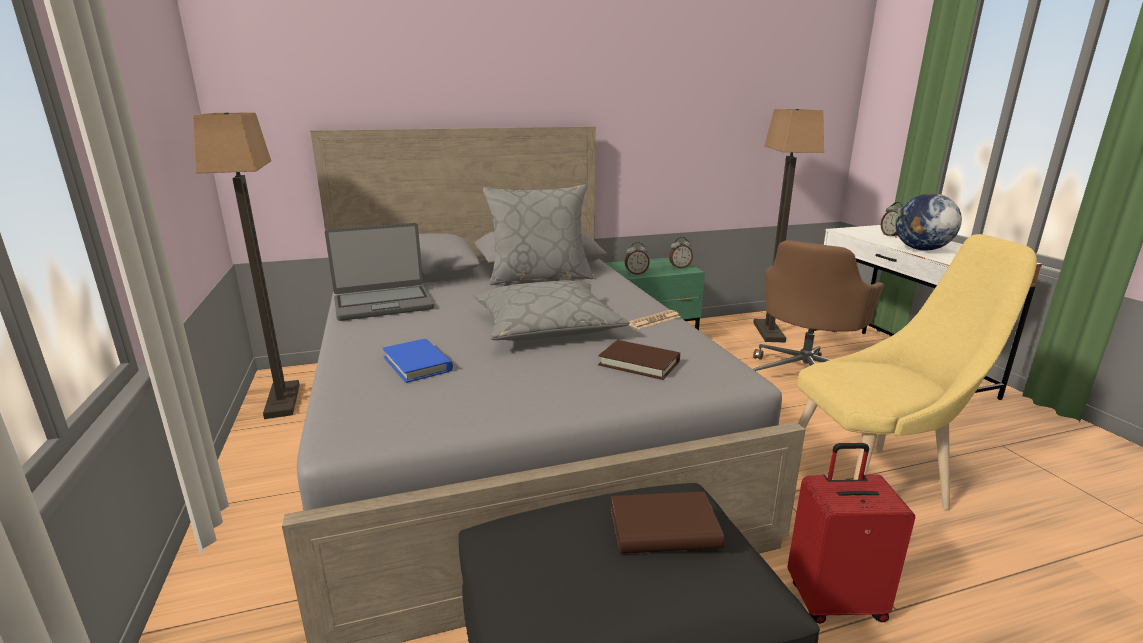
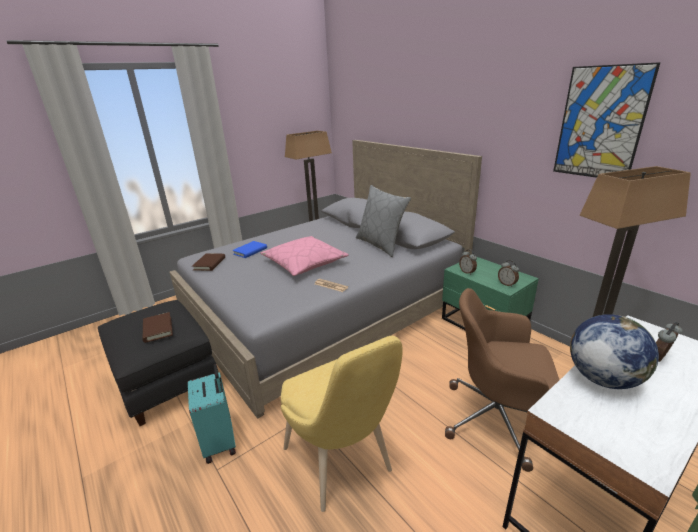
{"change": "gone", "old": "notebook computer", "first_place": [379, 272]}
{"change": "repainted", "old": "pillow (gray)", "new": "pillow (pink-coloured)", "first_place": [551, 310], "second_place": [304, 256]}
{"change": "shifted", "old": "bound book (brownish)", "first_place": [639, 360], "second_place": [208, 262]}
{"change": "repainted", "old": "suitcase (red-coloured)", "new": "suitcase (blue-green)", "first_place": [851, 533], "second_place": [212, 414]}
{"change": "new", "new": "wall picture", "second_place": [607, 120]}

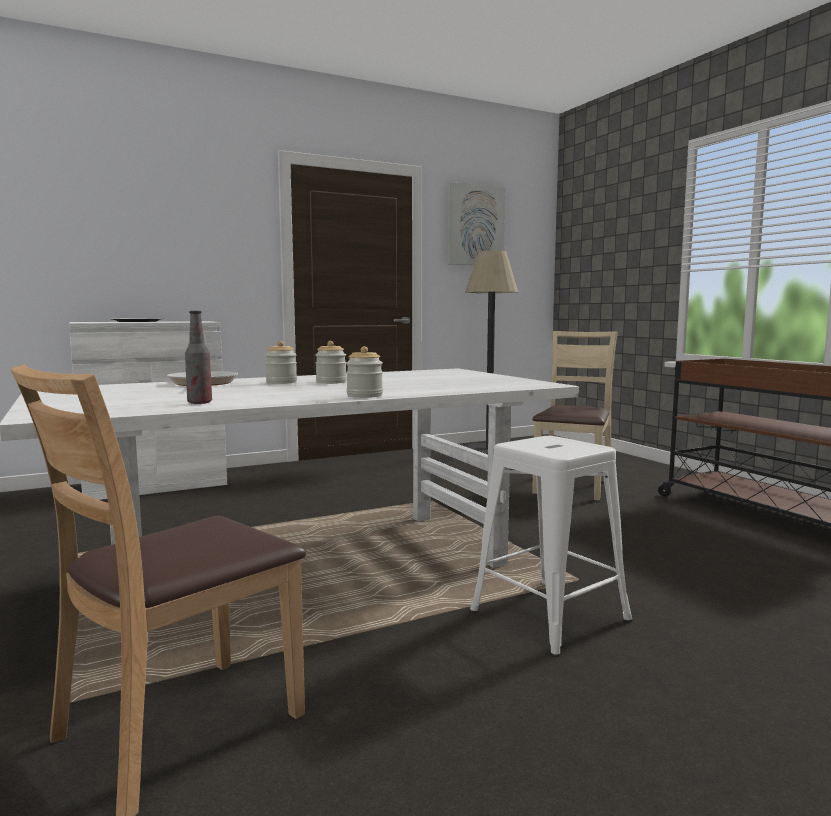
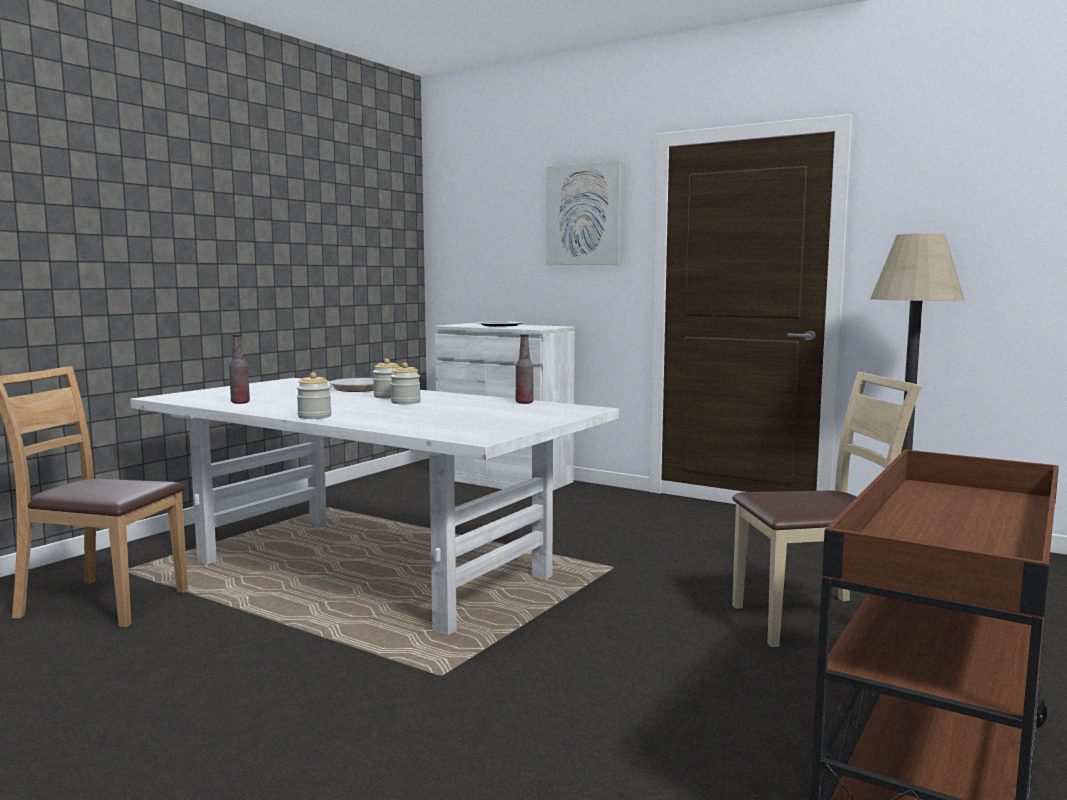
{"change": "shifted", "old": "wall picture", "first_place": [476, 223], "second_place": [584, 213]}
{"change": "gone", "old": "sitting stool (white-coloured)", "first_place": [551, 546]}
{"change": "new", "new": "bottle", "second_place": [524, 369]}

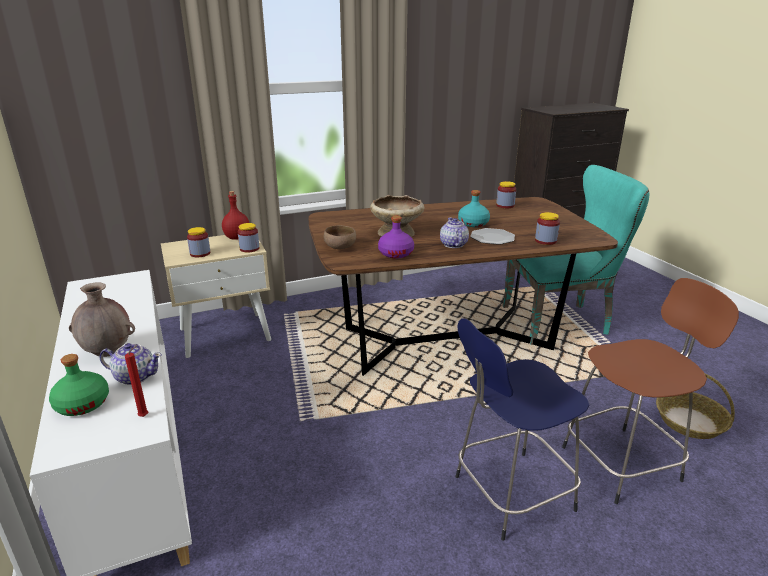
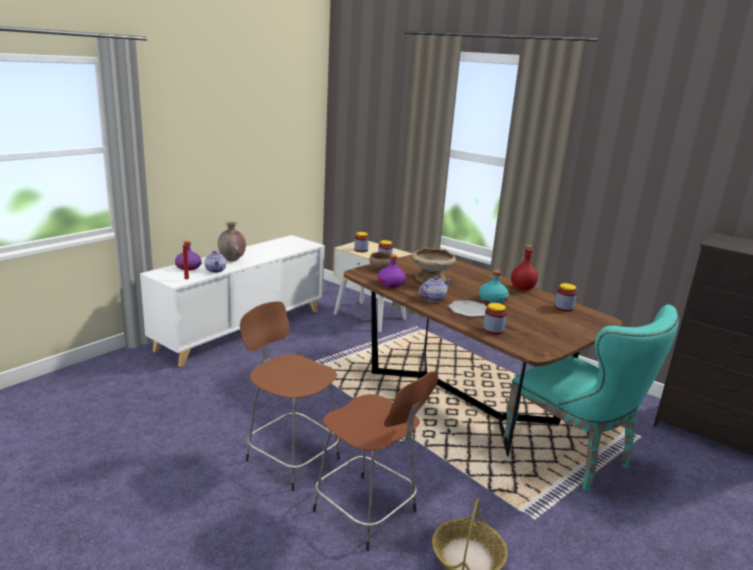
{"change": "shifted", "old": "bottle (red-coloured)", "first_place": [235, 215], "second_place": [524, 268]}
{"change": "repainted", "old": "sitting stool (blue)", "new": "sitting stool (brownish)", "first_place": [522, 429], "second_place": [290, 396]}
{"change": "repainted", "old": "bottle (green)", "new": "bottle (purplish)", "first_place": [79, 385], "second_place": [188, 256]}

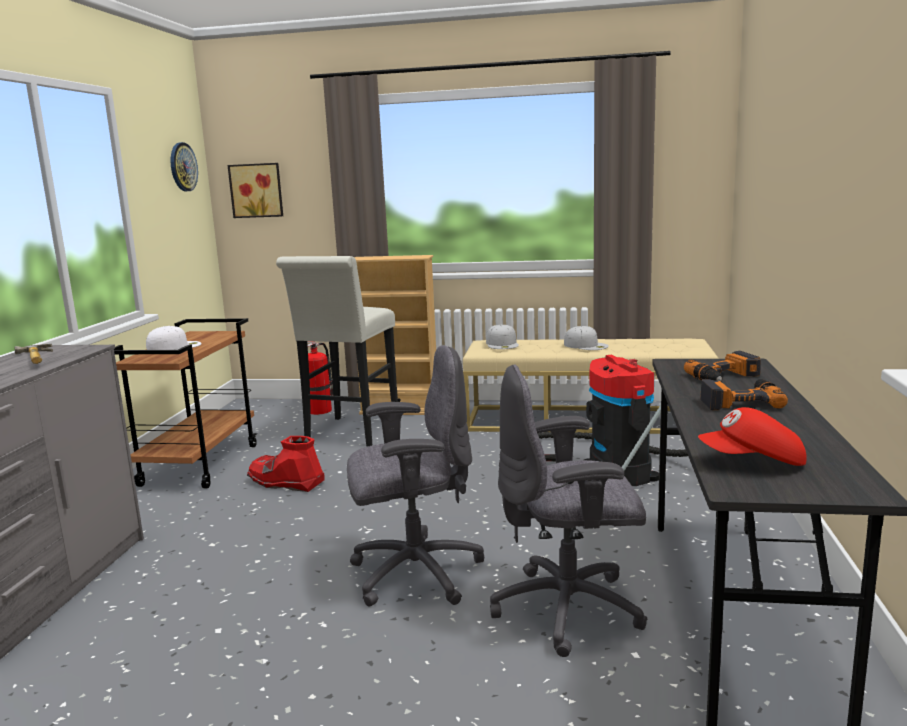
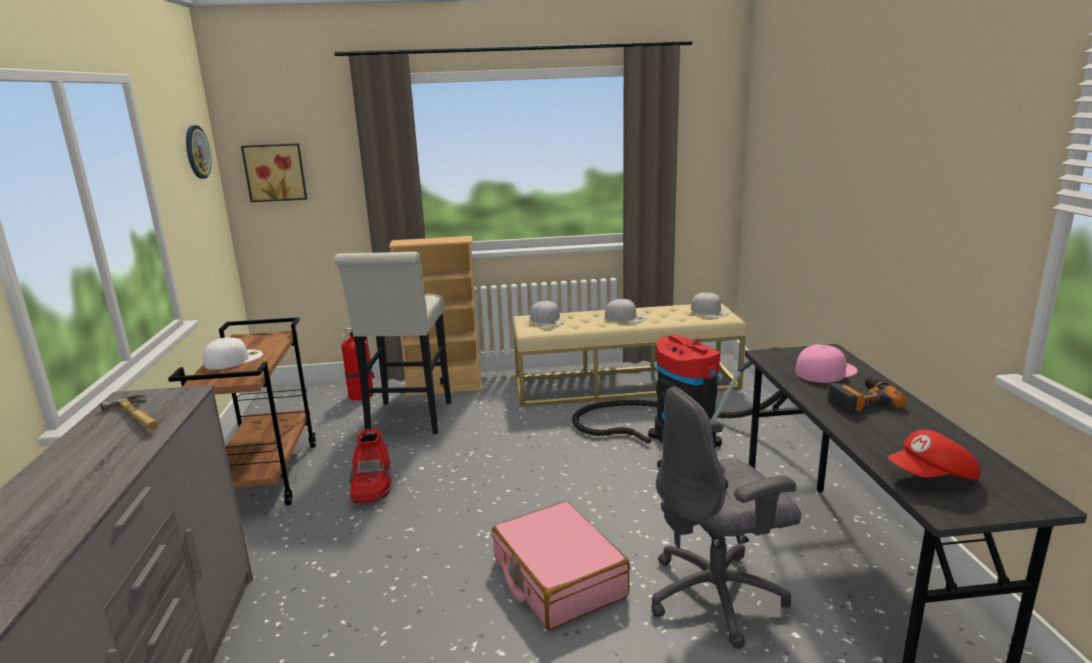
{"change": "swapped", "old": "office chair (gray)", "new": "suitcase (pink-coloured)", "first_place": [415, 476], "second_place": [561, 565]}
{"change": "swapped", "old": "electric drill", "new": "baseball cap (pink-coloured)", "first_place": [722, 366], "second_place": [826, 363]}
{"change": "rotated", "old": "high-top boot (red-coloured)", "first_place": [286, 464], "second_place": [370, 465], "degrees": -105}
{"change": "new", "new": "baseball cap (white-coloured)", "second_place": [710, 305]}

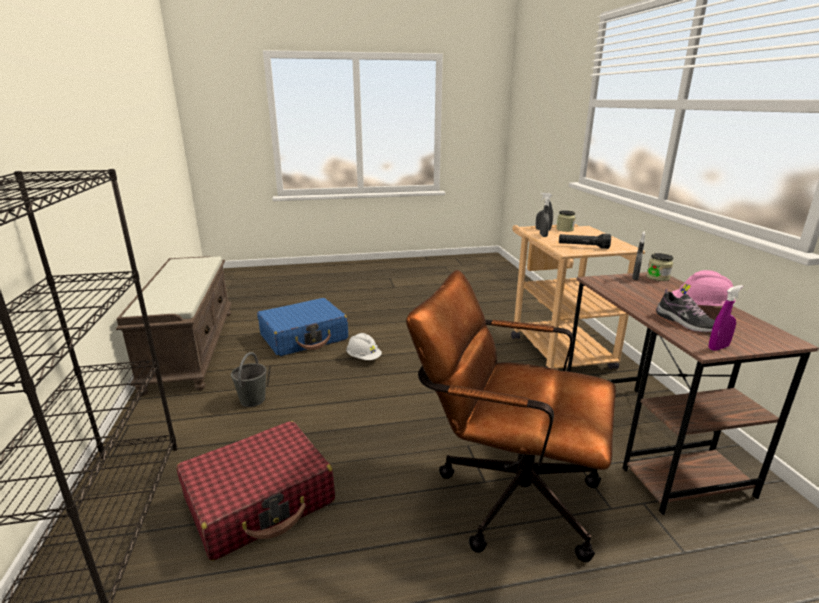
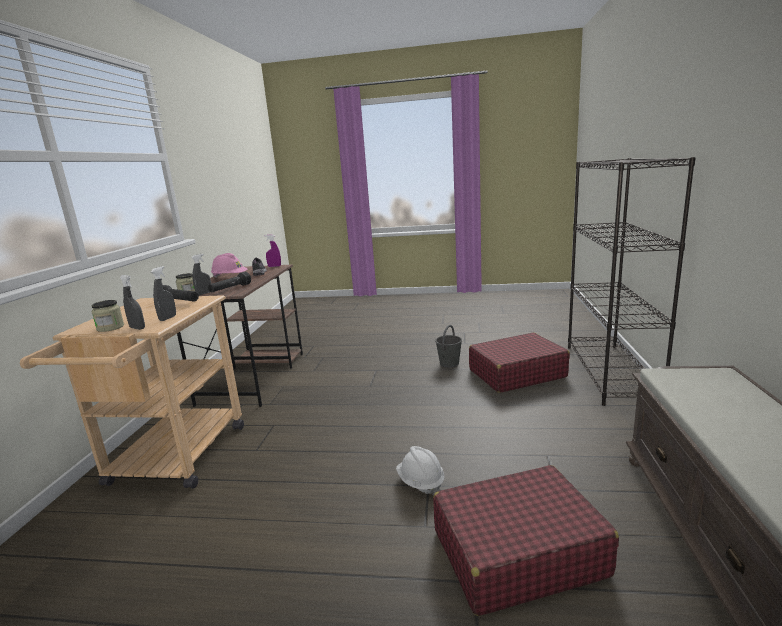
{"change": "gone", "old": "office chair (brownish)", "first_place": [511, 416]}
{"change": "repainted", "old": "suitcase (blue)", "new": "suitcase (red-coloured)", "first_place": [302, 327], "second_place": [526, 540]}
{"change": "shifted", "old": "water bucket (gray)", "first_place": [249, 379], "second_place": [448, 346]}
{"change": "new", "new": "hand torch (black)", "second_place": [229, 282]}

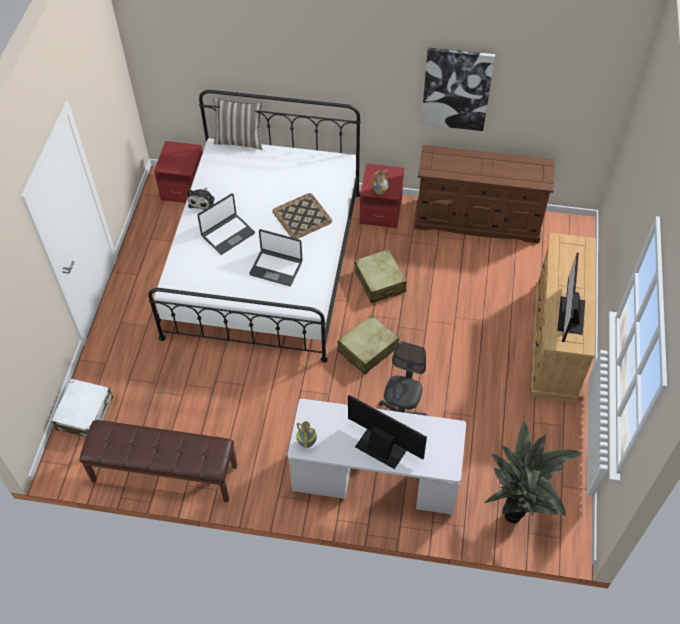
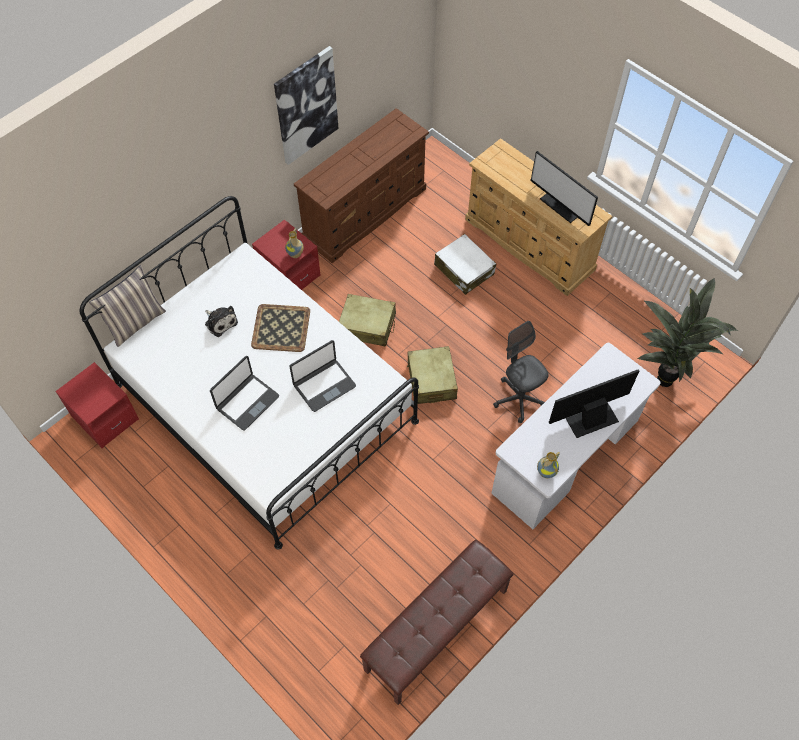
{"change": "shifted", "old": "soft toy", "first_place": [201, 199], "second_place": [221, 321]}
{"change": "rotated", "old": "notebook computer", "first_place": [226, 224], "second_place": [244, 393], "degrees": 45}
{"change": "shifted", "old": "suitcase (white-coloured)", "first_place": [82, 408], "second_place": [465, 264]}

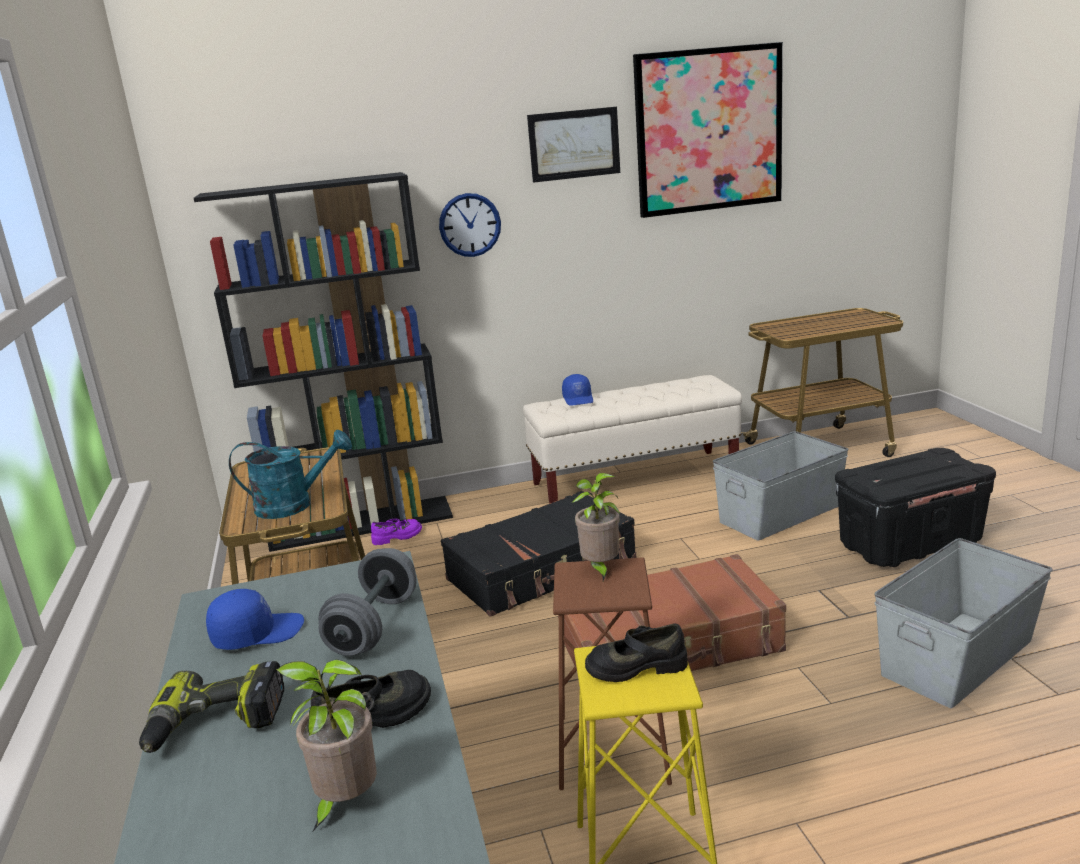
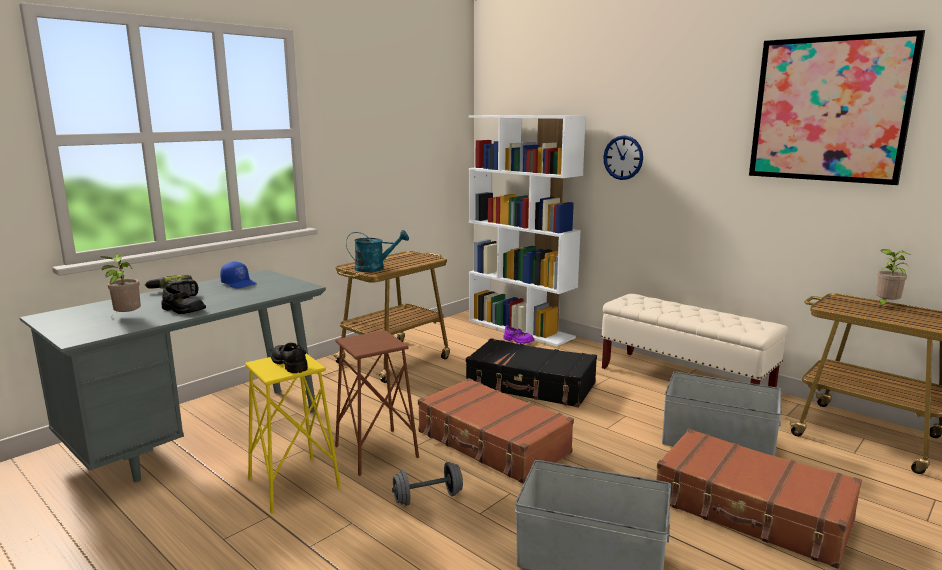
{"change": "gone", "old": "wall picture", "first_place": [573, 145]}
{"change": "repainted", "old": "shelving unit (black)", "new": "shelving unit (white-coloured)", "first_place": [323, 362], "second_place": [527, 230]}
{"change": "gone", "old": "baseball cap (blue)", "first_place": [577, 390]}
{"change": "rotated", "old": "watering can (blue-green)", "first_place": [290, 474], "second_place": [377, 251], "degrees": -60}
{"change": "swapped", "old": "storage container (black)", "new": "suitcase (brownish)", "first_place": [915, 507], "second_place": [759, 499]}
{"change": "shifted", "old": "plant in a pot", "first_place": [596, 527], "second_place": [893, 278]}
{"change": "shifted", "old": "dumbbell (gray)", "first_place": [367, 602], "second_place": [427, 484]}

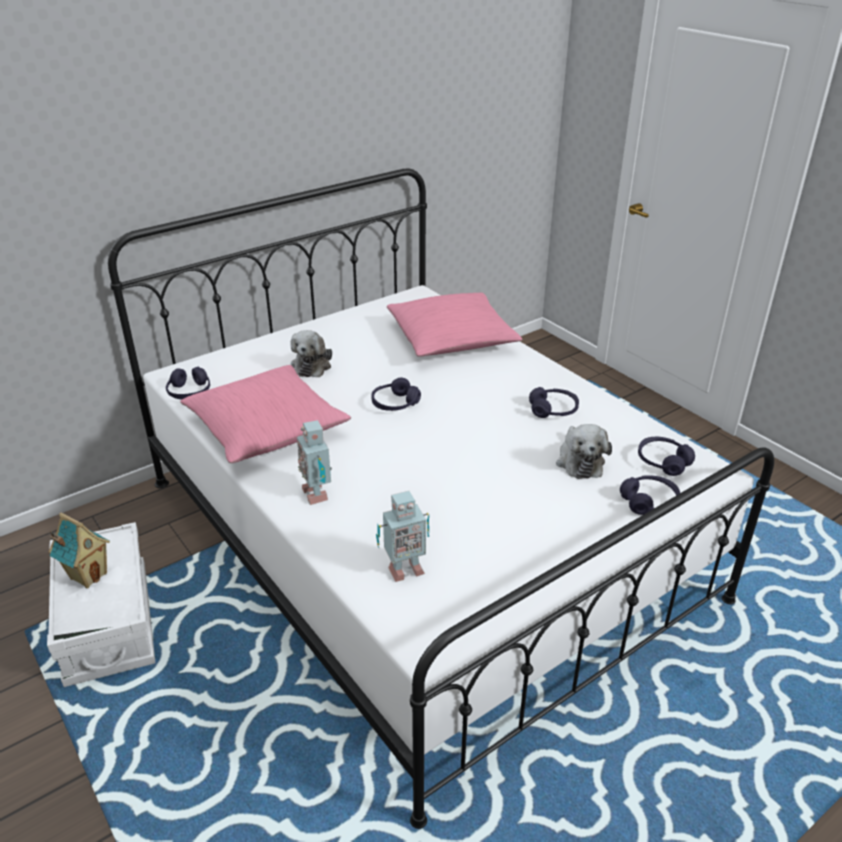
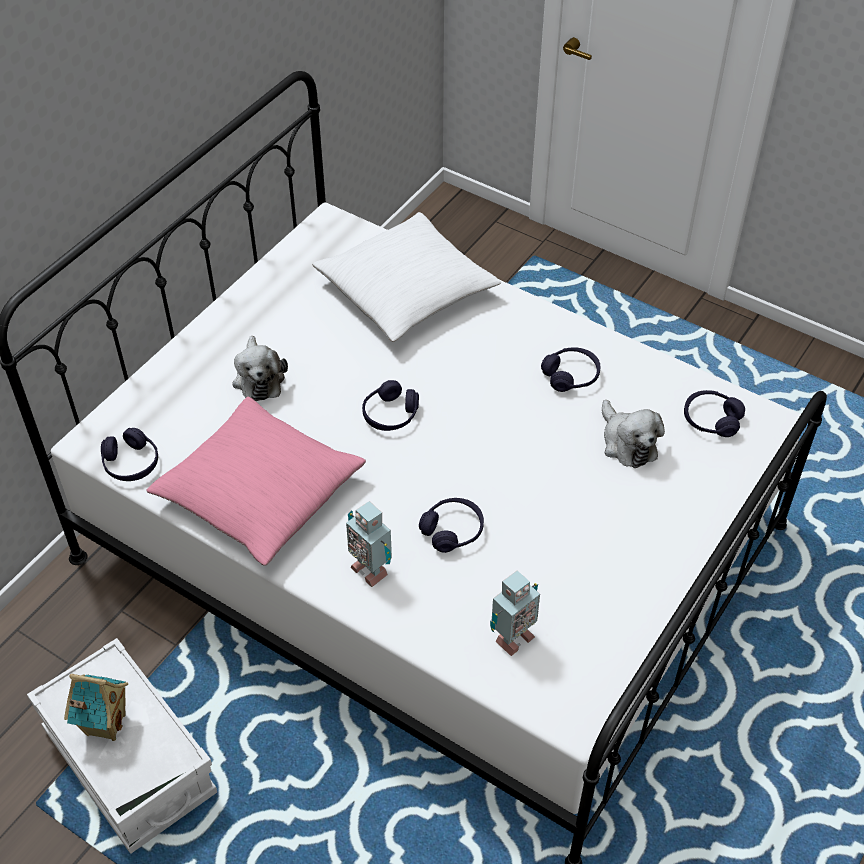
{"change": "repainted", "old": "pillow (pink-coloured)", "new": "pillow (white-coloured)", "first_place": [454, 325], "second_place": [406, 277]}
{"change": "shifted", "old": "headset (purplish)", "first_place": [650, 495], "second_place": [451, 525]}

